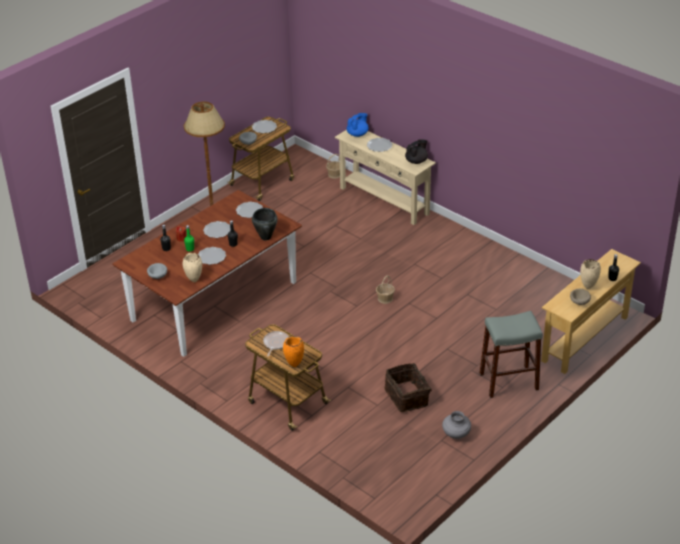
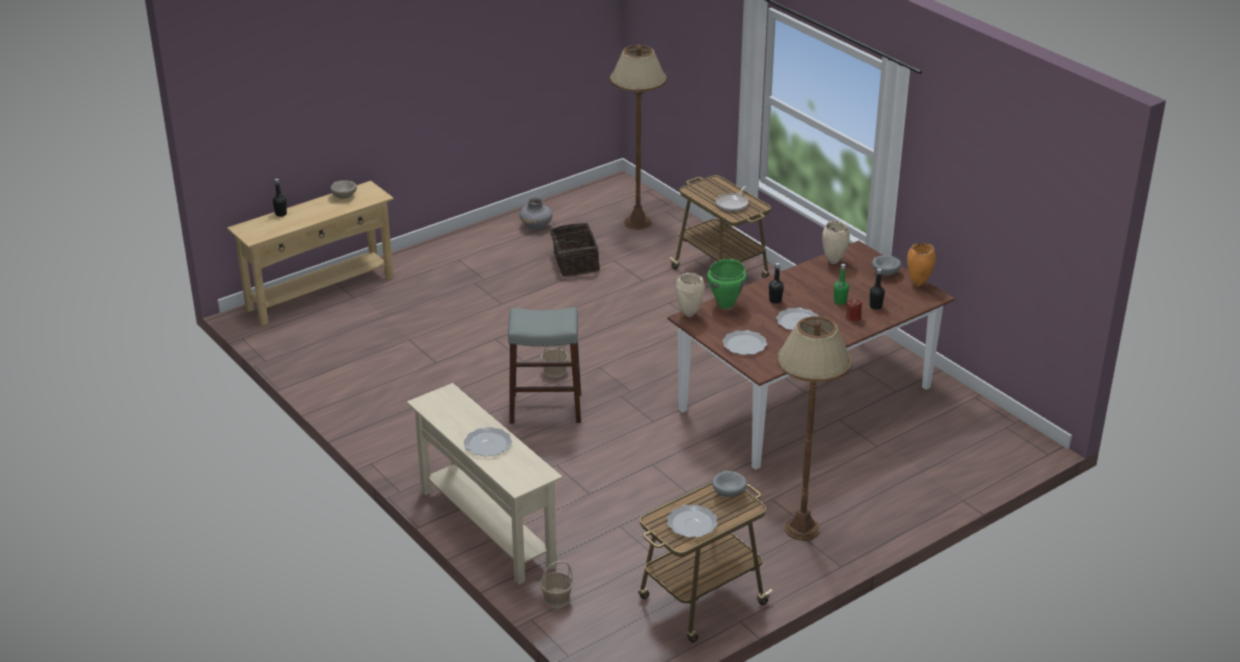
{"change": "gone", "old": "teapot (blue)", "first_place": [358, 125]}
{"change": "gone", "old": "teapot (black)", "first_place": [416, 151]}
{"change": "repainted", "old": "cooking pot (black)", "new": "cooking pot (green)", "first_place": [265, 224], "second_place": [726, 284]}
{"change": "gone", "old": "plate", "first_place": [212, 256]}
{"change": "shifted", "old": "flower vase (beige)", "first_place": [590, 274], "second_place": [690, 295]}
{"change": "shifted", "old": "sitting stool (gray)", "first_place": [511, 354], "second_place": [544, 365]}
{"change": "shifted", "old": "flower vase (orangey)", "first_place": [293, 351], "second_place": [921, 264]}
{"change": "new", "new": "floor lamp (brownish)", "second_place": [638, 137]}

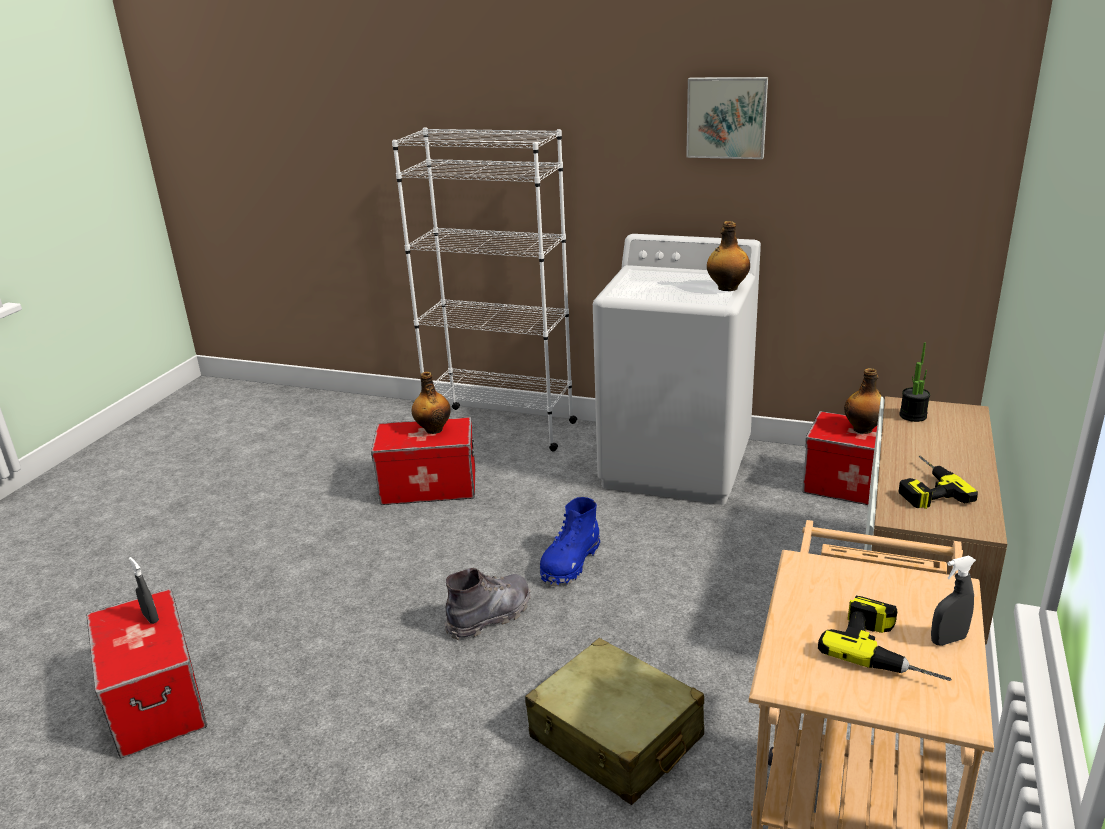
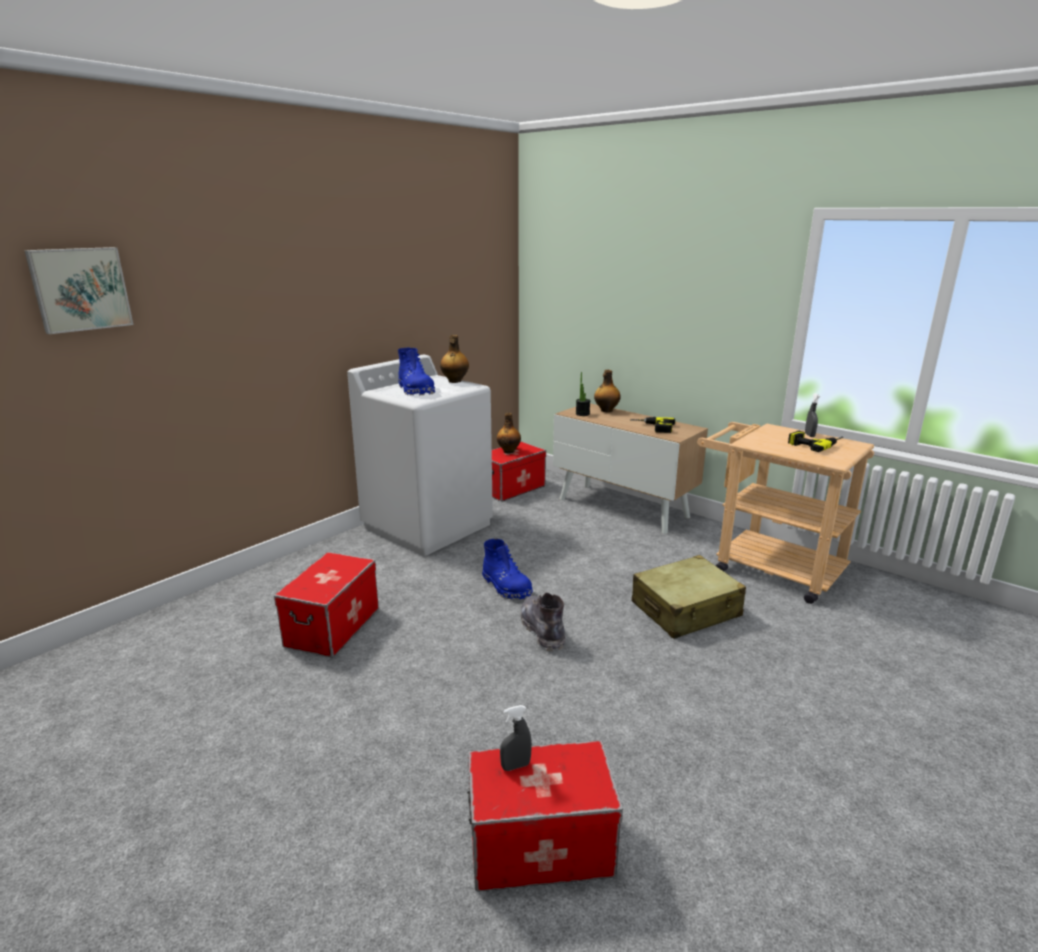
{"change": "shifted", "old": "wall picture", "first_place": [727, 118], "second_place": [78, 290]}
{"change": "gone", "old": "shelving unit (white-coloured)", "first_place": [484, 289]}
{"change": "shifted", "old": "bottle", "first_place": [431, 403], "second_place": [607, 391]}
{"change": "new", "new": "high-top boot (blue)", "second_place": [416, 371]}

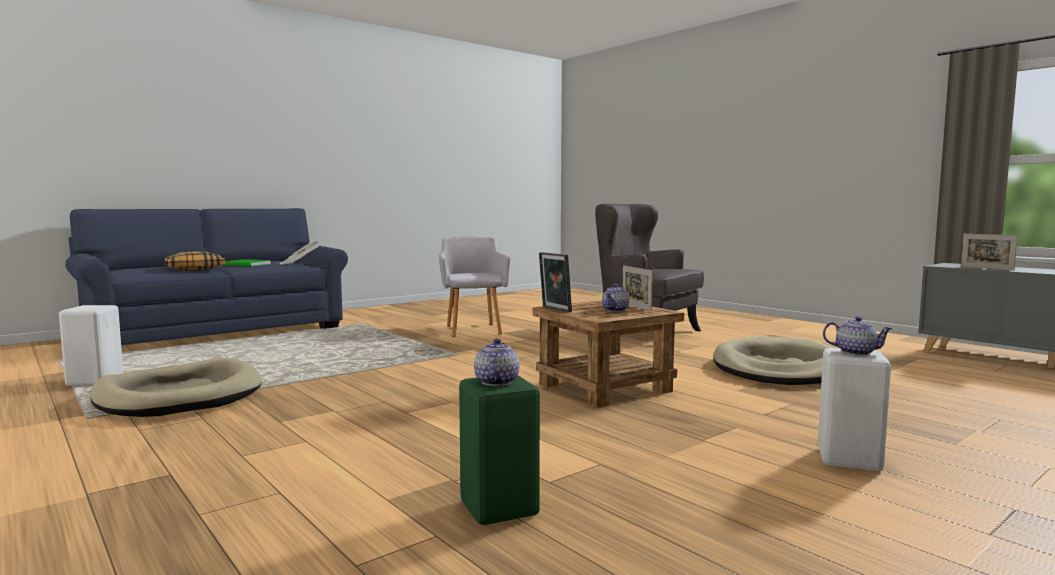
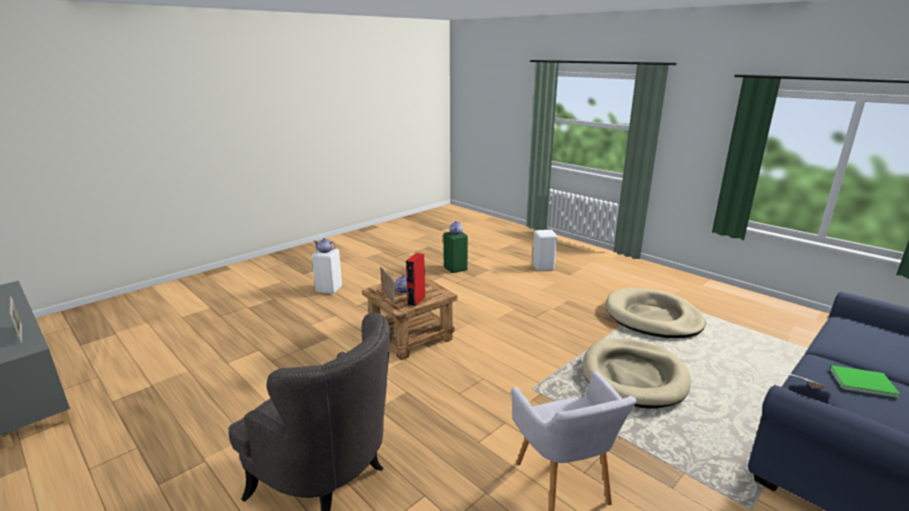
{"change": "gone", "old": "pillow", "first_place": [195, 261]}
{"change": "gone", "old": "photo frame", "first_place": [555, 282]}
{"change": "shifted", "old": "sitting stool (white-coloured)", "first_place": [91, 345], "second_place": [544, 250]}
{"change": "shifted", "old": "pet bed (beige)", "first_place": [774, 360], "second_place": [636, 374]}
{"change": "new", "new": "speaker (red-coloured)", "second_place": [415, 279]}

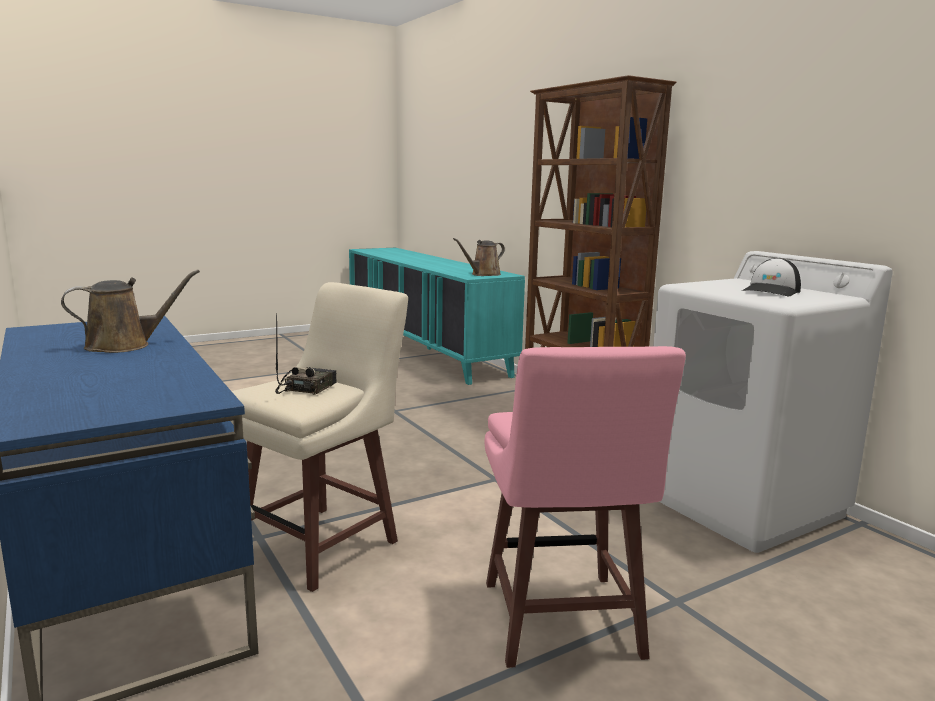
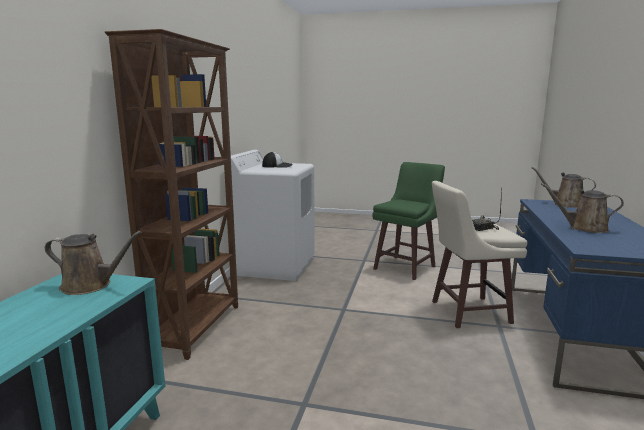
{"change": "repainted", "old": "sitting stool (pink-coloured)", "new": "sitting stool (green)", "first_place": [585, 507], "second_place": [408, 221]}
{"change": "new", "new": "watering can (brownish)", "second_place": [564, 187]}

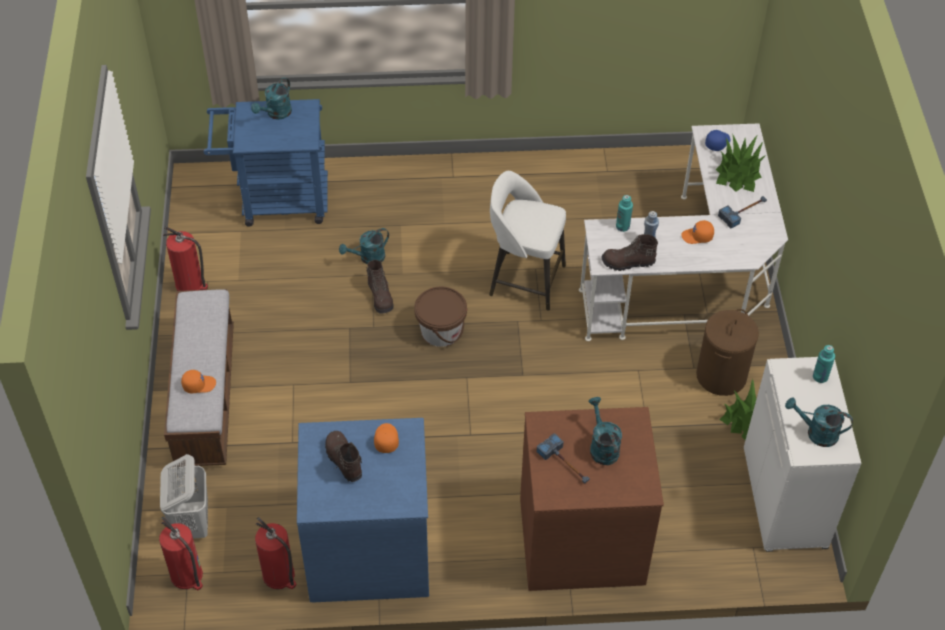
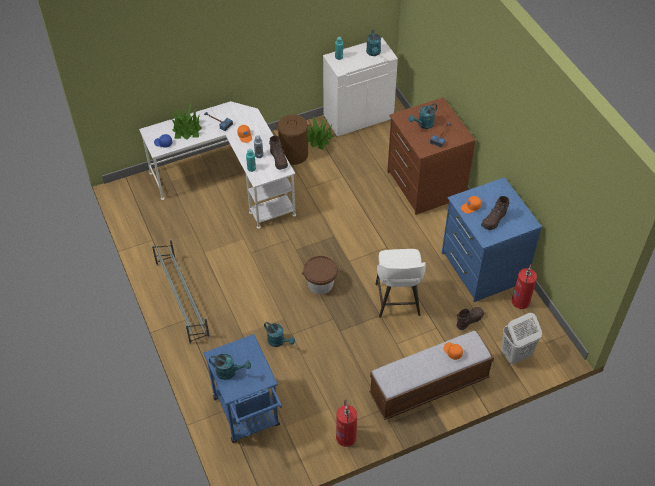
{"change": "shifted", "old": "sitting stool (white-coloured)", "first_place": [527, 241], "second_place": [400, 283]}
{"change": "shifted", "old": "high-top boot (brownish)", "first_place": [380, 287], "second_place": [470, 318]}
{"change": "gone", "old": "fire-fighting cylinder", "first_place": [181, 553]}
{"change": "new", "new": "shoe shelf (gray)", "second_place": [181, 291]}

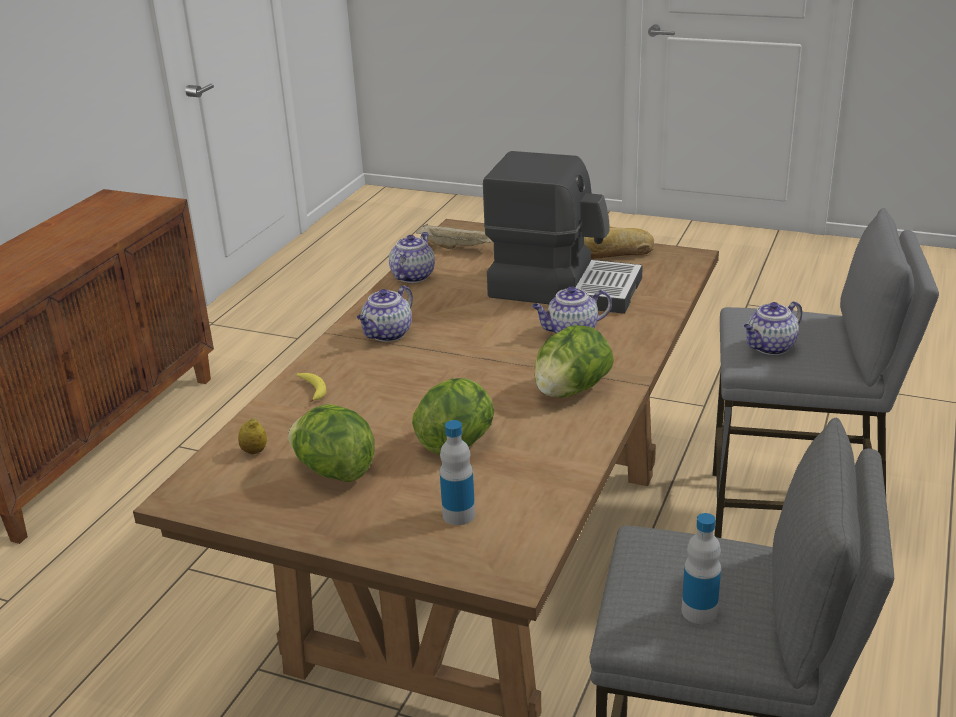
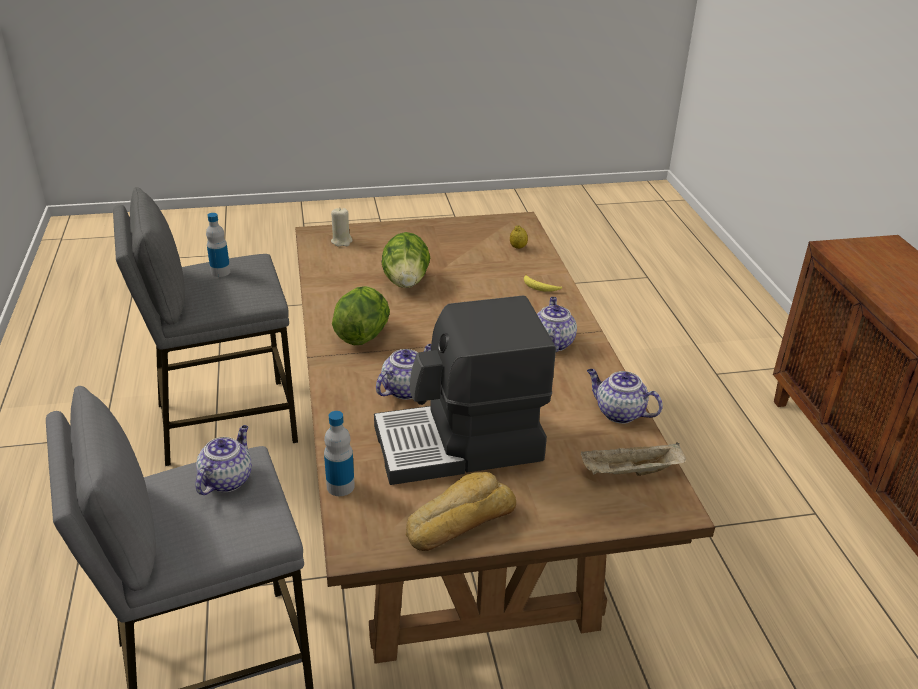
{"change": "rotated", "old": "teapot", "first_place": [412, 257], "second_place": [625, 396], "degrees": 135}
{"change": "gone", "old": "lettuce head", "first_place": [331, 443]}
{"change": "shifted", "old": "bottle", "first_place": [457, 472], "second_place": [339, 453]}
{"change": "new", "new": "wax light (beige)", "second_place": [341, 227]}

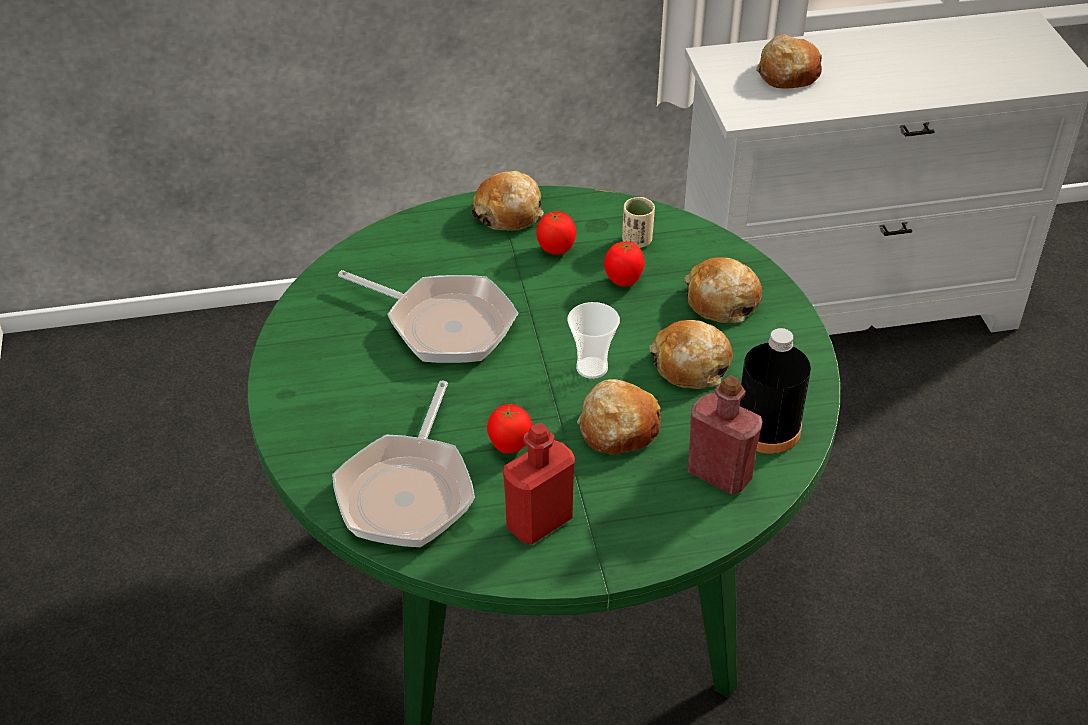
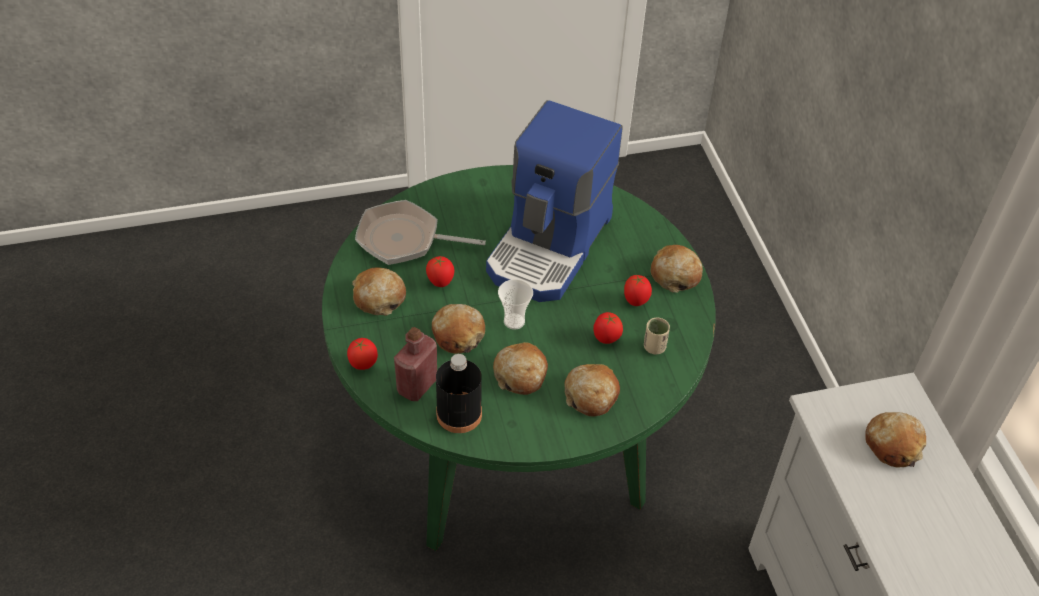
{"change": "swapped", "old": "pan", "new": "coffee maker", "first_place": [428, 316], "second_place": [554, 201]}
{"change": "swapped", "old": "bottle (red-coloured)", "new": "bread", "first_place": [539, 484], "second_place": [379, 291]}
{"change": "new", "new": "fresh tomato", "second_place": [362, 354]}

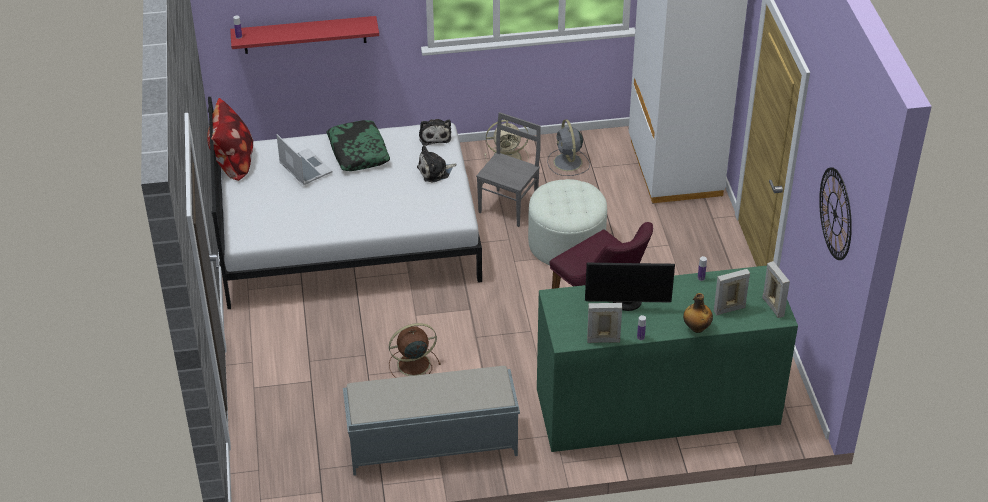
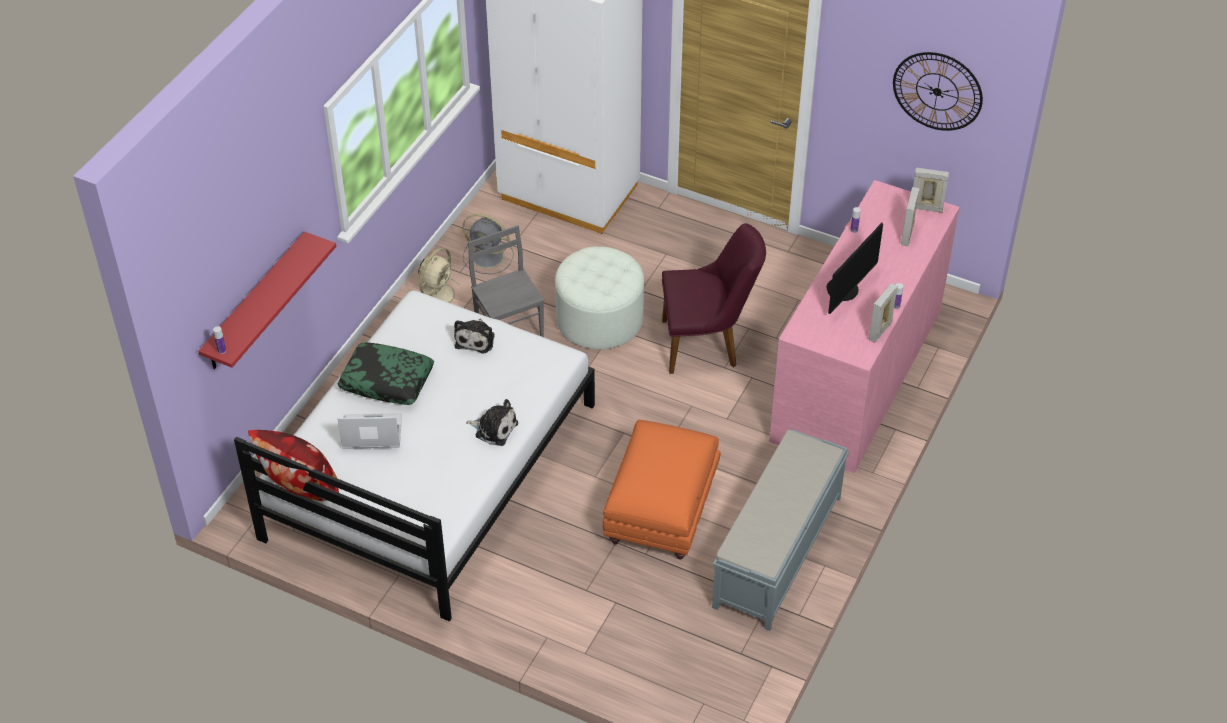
{"change": "shifted", "old": "soft toy", "first_place": [435, 132], "second_place": [492, 422]}
{"change": "repainted", "old": "dresser (green)", "new": "dresser (pink-coloured)", "first_place": [667, 358], "second_place": [864, 326]}
{"change": "gone", "old": "bottle", "first_place": [698, 313]}
{"change": "swapped", "old": "cooling fan (brownish)", "new": "pouffe (orangey)", "first_place": [415, 350], "second_place": [662, 489]}

